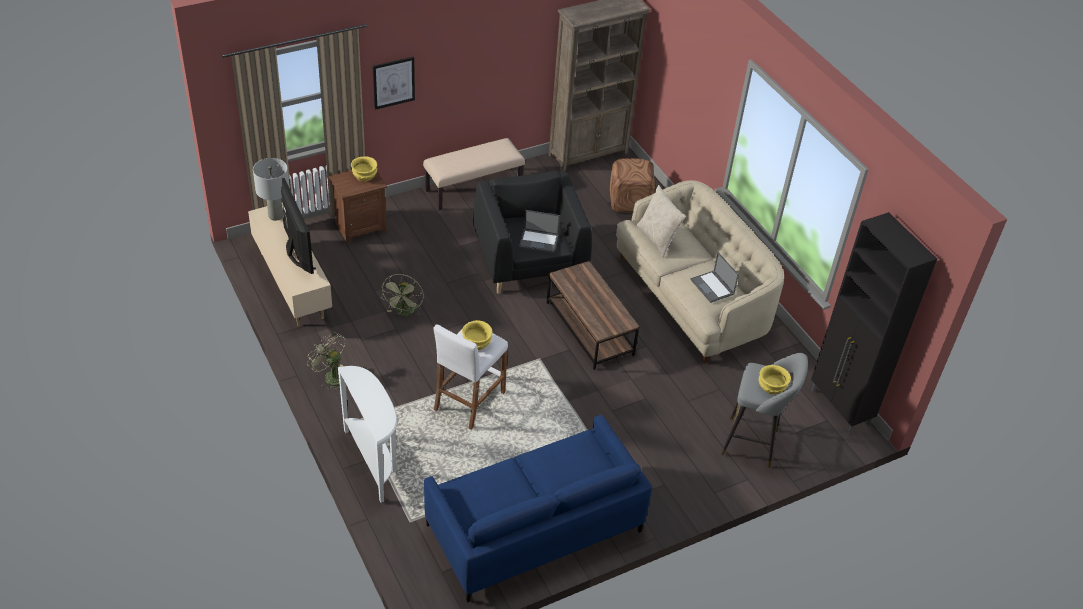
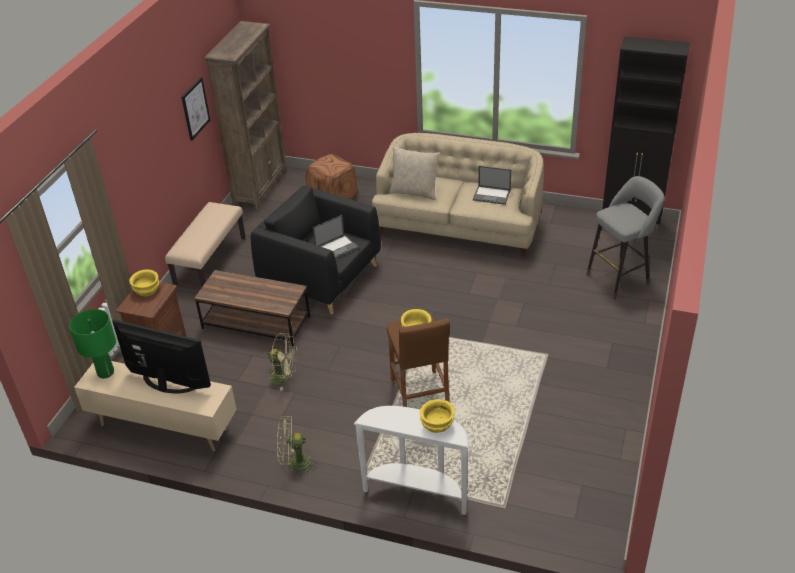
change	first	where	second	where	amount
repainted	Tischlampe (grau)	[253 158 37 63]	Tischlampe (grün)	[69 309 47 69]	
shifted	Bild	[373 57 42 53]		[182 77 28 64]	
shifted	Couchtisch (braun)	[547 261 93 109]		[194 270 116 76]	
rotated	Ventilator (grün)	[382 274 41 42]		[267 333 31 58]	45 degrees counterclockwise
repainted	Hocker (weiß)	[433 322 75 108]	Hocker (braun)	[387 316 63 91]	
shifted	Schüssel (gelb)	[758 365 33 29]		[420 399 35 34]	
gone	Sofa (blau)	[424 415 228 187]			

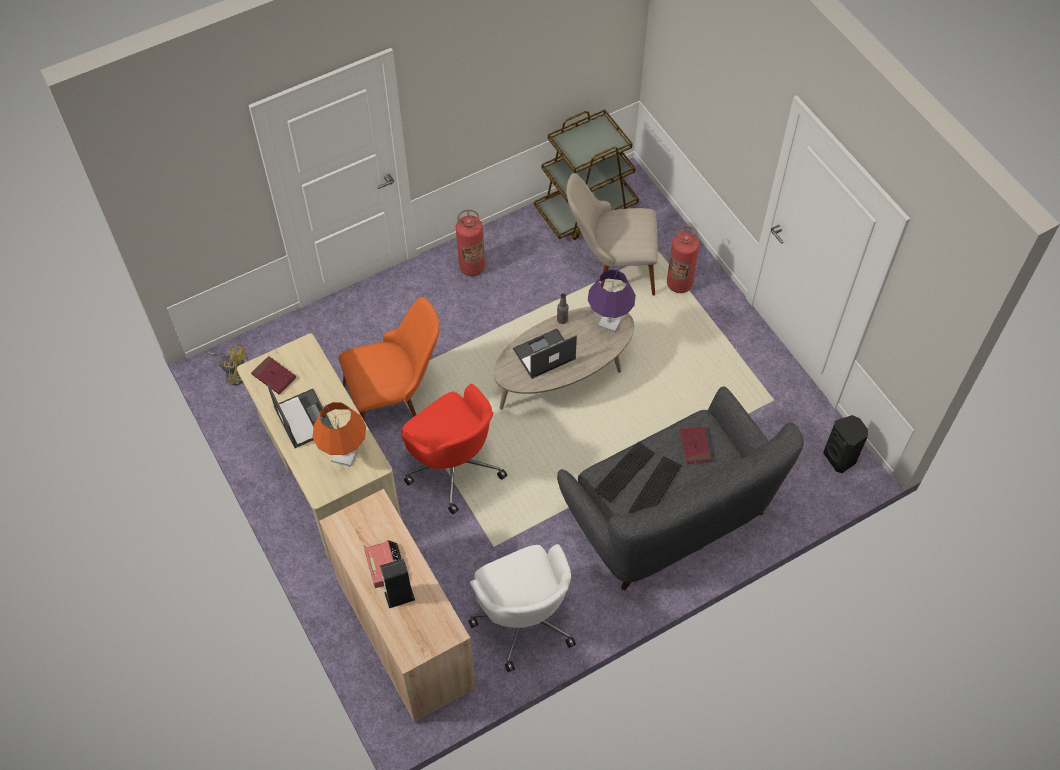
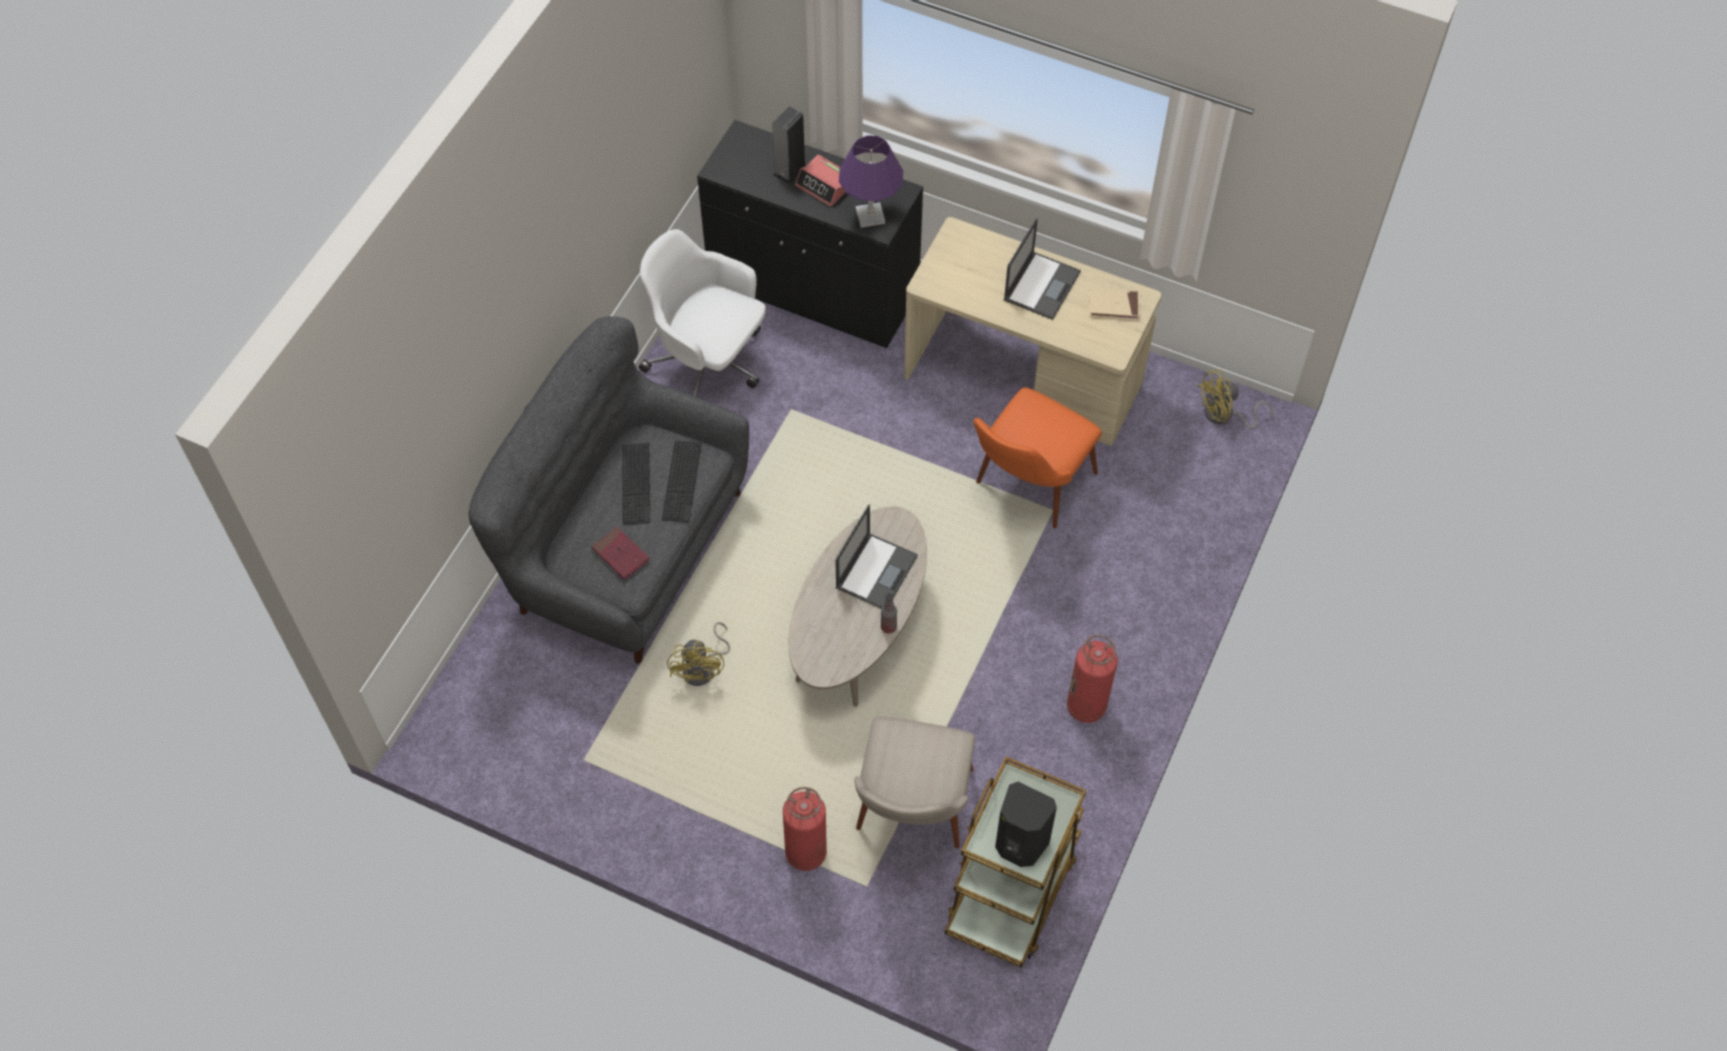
change	first	where	second	where	amount
new			Ventilator (gelb)	[667 622 63 64]	
repainted	Schrank (beige)	[319 489 157 233]	Schrank (schwarz)	[697 120 226 228]	
shifted	Tischlampe (lila)	[588 269 48 64]		[839 135 64 93]	
rotated	Stuhl (beige)	[566 173 92 123]		[855 717 120 132]	135 degrees clockwise
shifted	Lautsprecher (schwarz)	[823 415 45 58]		[995 782 62 85]	
rotated	Laptop	[267 383 67 65]		[1004 218 77 102]	90 degrees counterclockwise
repainted	Buch (rot)	[251 356 45 38]	Buch (beige)	[1089 288 50 31]	
gone	Tischlampe (orange)	[312 402 54 65]			
gone	Bürostuhl (rot)	[401 384 106 130]			

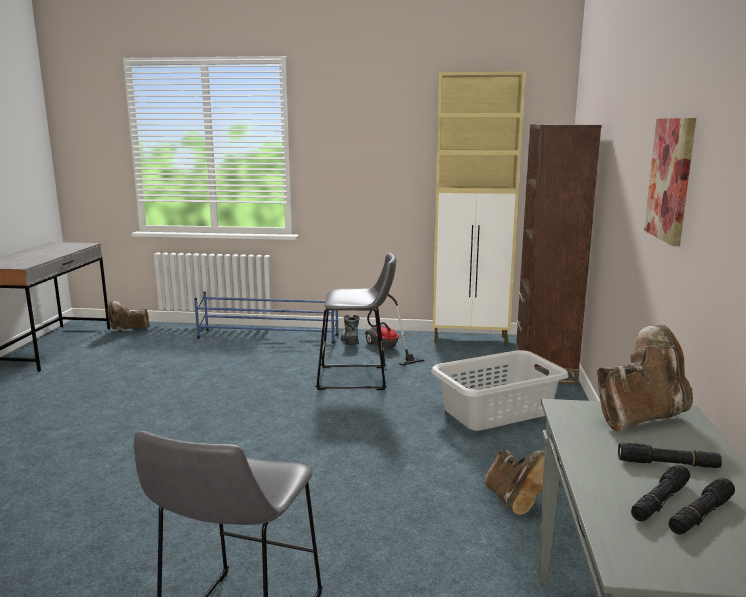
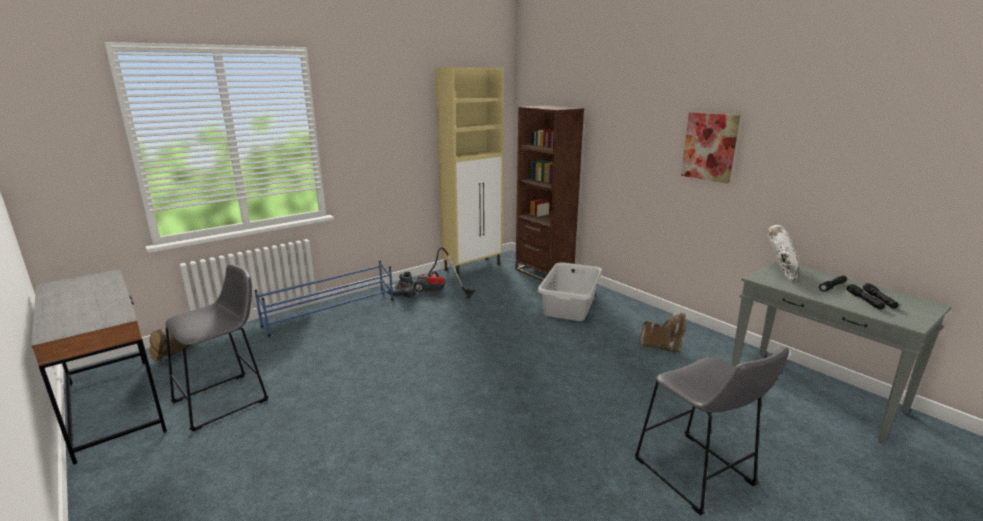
change	first	where	second	where	amount
shifted	Hocker (grau)	[315 253 81 137]		[165 264 103 168]	
repainted	Stiefel (braun)	[597 324 96 108]	Stiefel (weiß)	[768 225 30 56]	

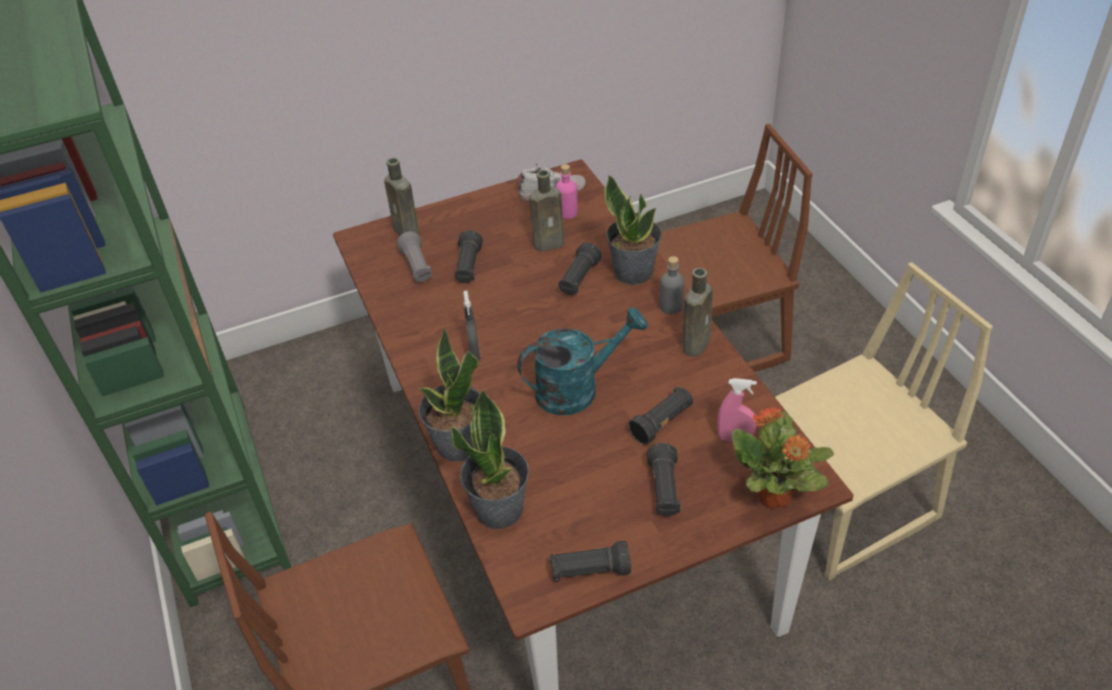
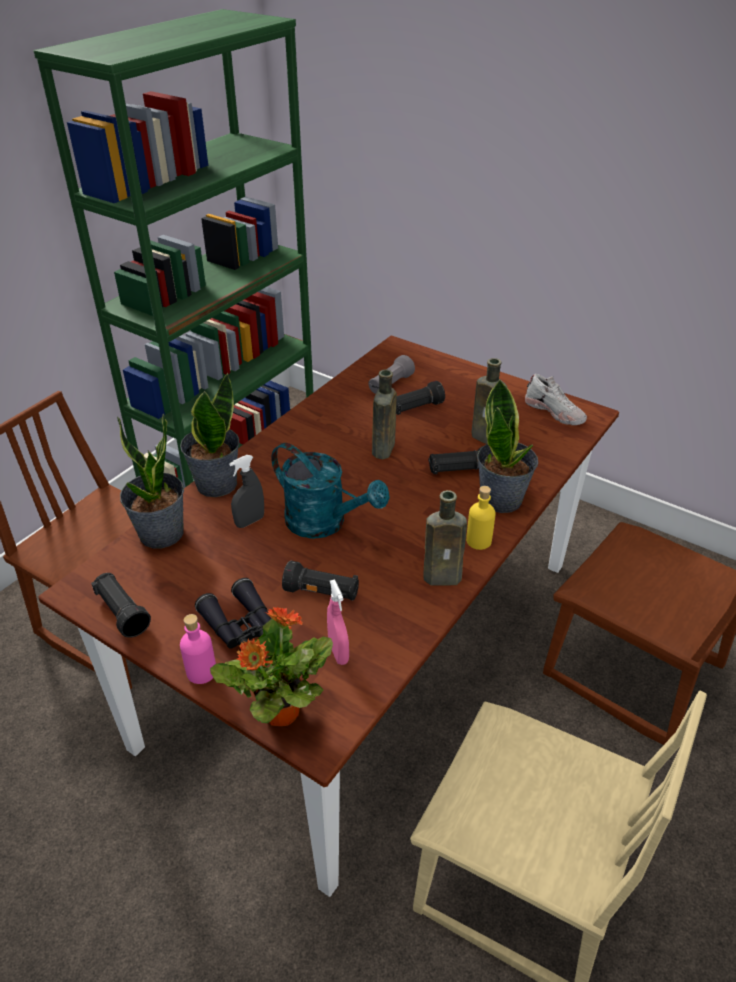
change	first	where	second	where	amount
shifted	Flasche (rosa)	[556 164 22 55]		[180 614 36 70]	
swapped	Taschenlampe (schwarz)	[647 443 34 73]	Fernglas (schwarz)	[195 578 76 70]	
shifted	Sprühflasche (grau)	[463 290 17 71]		[229 455 35 73]	
shifted	Flasche (braun)	[384 158 35 77]		[372 369 25 90]	
repainted	Flasche (grau)	[660 256 24 58]	Flasche (gelb)	[466 486 30 64]	

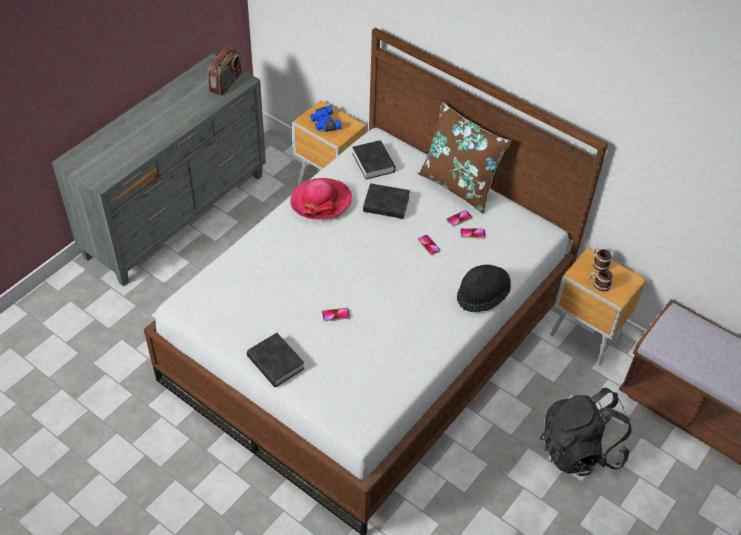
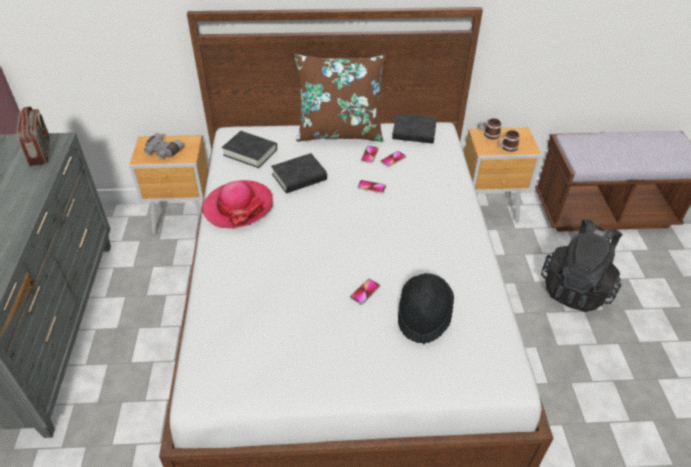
change	first	where	second	where	amount
repainted	Fernglas (blau)	[310 105 32 27]	Fernglas (grau)	[144 133 40 26]	
shifted	Buch (schwarz)	[247 333 58 54]		[392 114 45 30]	
shifted	Hut (schwarz)	[457 265 54 47]		[398 273 56 71]	

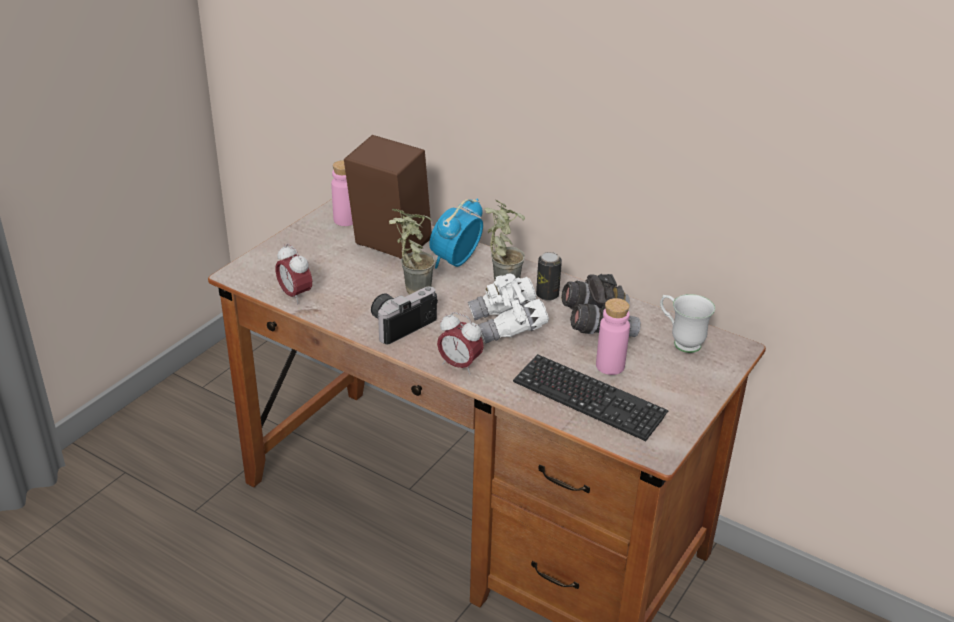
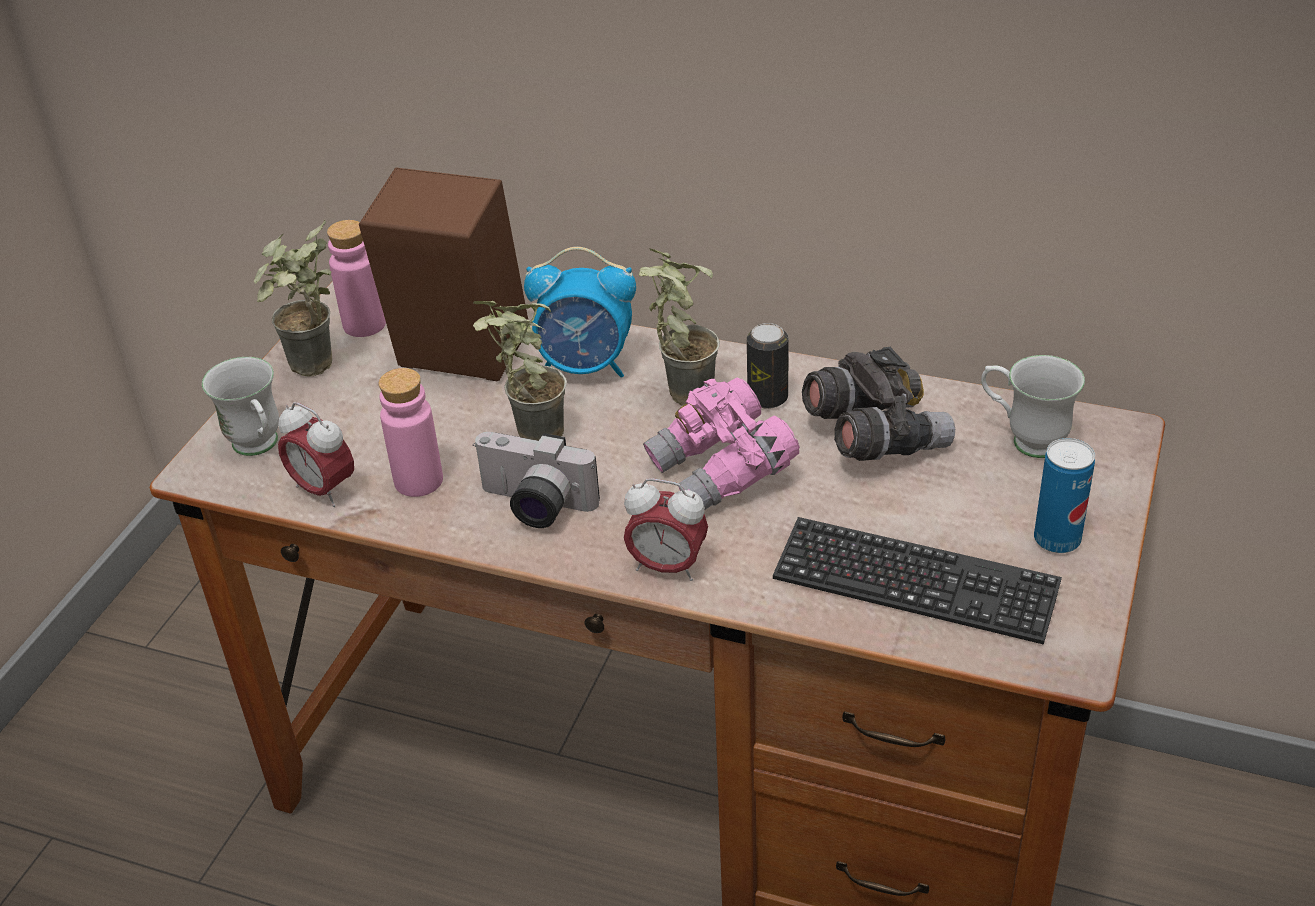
change	first	where	second	where	amount
new			Henkelbecher (weiß)	[202 357 77 99]	
new			Topfpflanze	[254 220 78 157]	
shifted	Flasche (rosa)	[596 298 34 77]		[379 368 64 129]	
rotated	Kamera	[371 286 67 58]		[473 432 127 96]	105 degrees counterclockwise
rotated	Wecker	[429 199 54 70]		[524 247 112 131]	105 degrees counterclockwise
repainted	Fernglas (weiß)	[468 274 81 70]	Fernglas (rosa)	[643 377 157 132]	
new			Dose	[1034 438 61 115]	

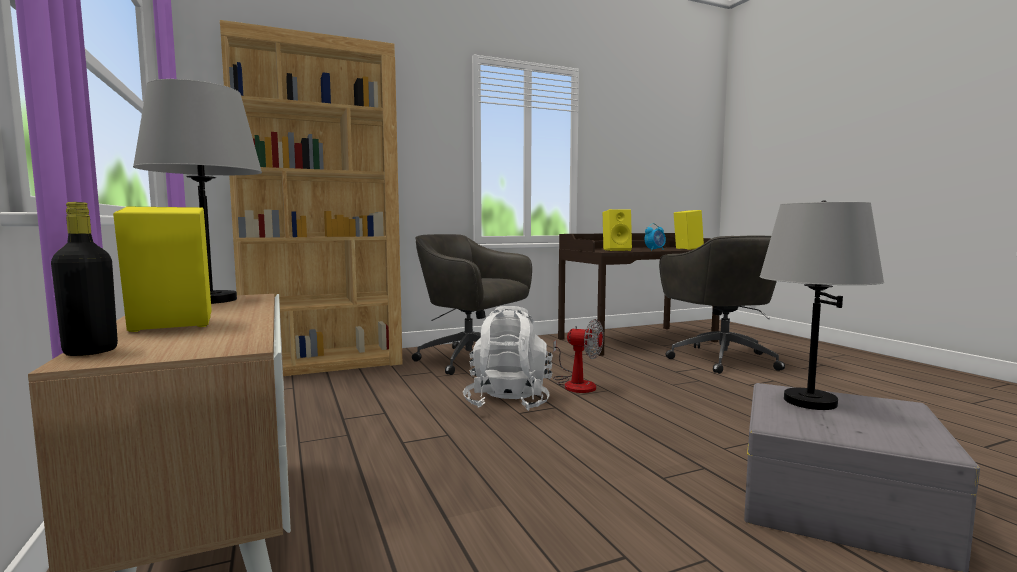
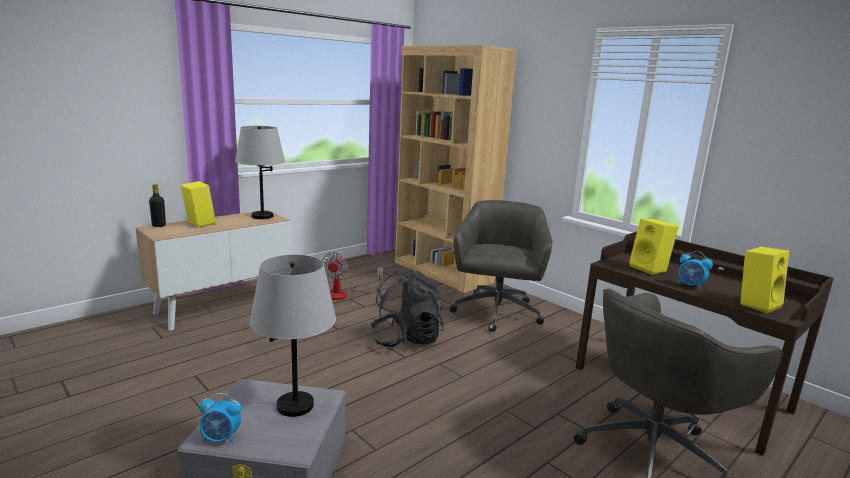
change	first	where	second	where	amount
new			Wecker	[200 393 42 51]	
shifted	Ventilator	[553 319 51 74]		[322 253 61 47]	
repainted	Rucksack (weiß)	[463 306 90 105]	Rucksack (schwarz)	[371 271 73 76]	

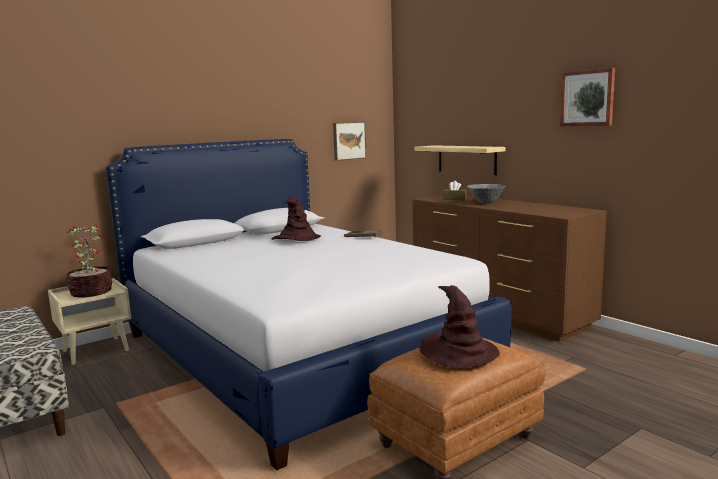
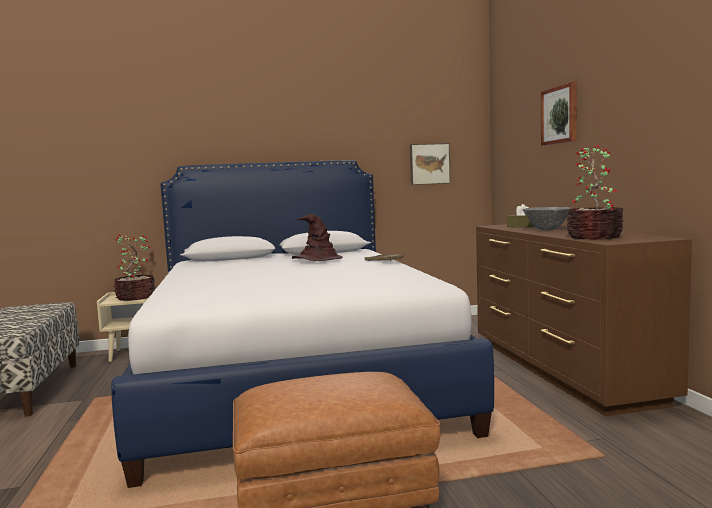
change	first	where	second	where	amount
shifted	Bild	[560 68 55 58]		[541 82 36 64]	
new			Topfpflanze	[566 145 58 94]	
gone	Wandregal	[414 145 92 30]			
gone	Hut (braun)	[420 285 80 82]			

